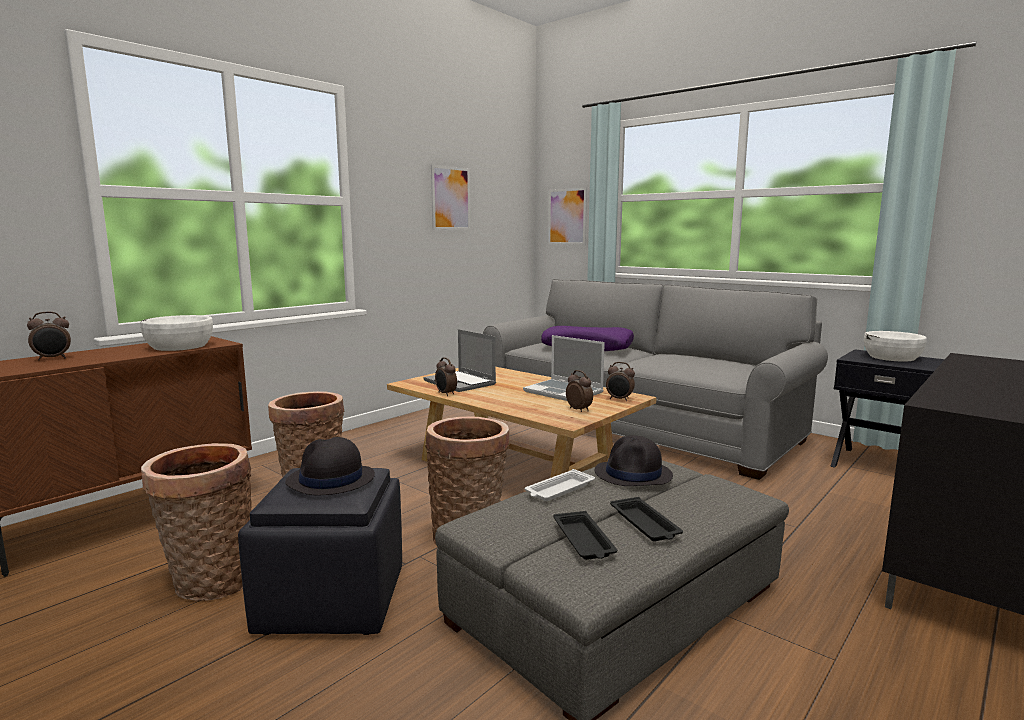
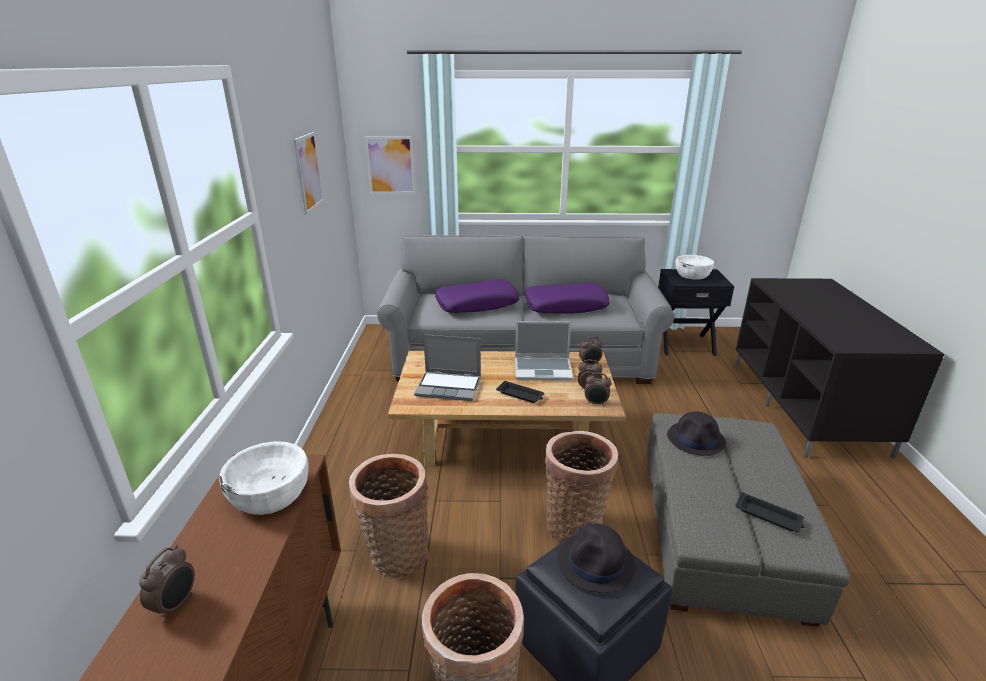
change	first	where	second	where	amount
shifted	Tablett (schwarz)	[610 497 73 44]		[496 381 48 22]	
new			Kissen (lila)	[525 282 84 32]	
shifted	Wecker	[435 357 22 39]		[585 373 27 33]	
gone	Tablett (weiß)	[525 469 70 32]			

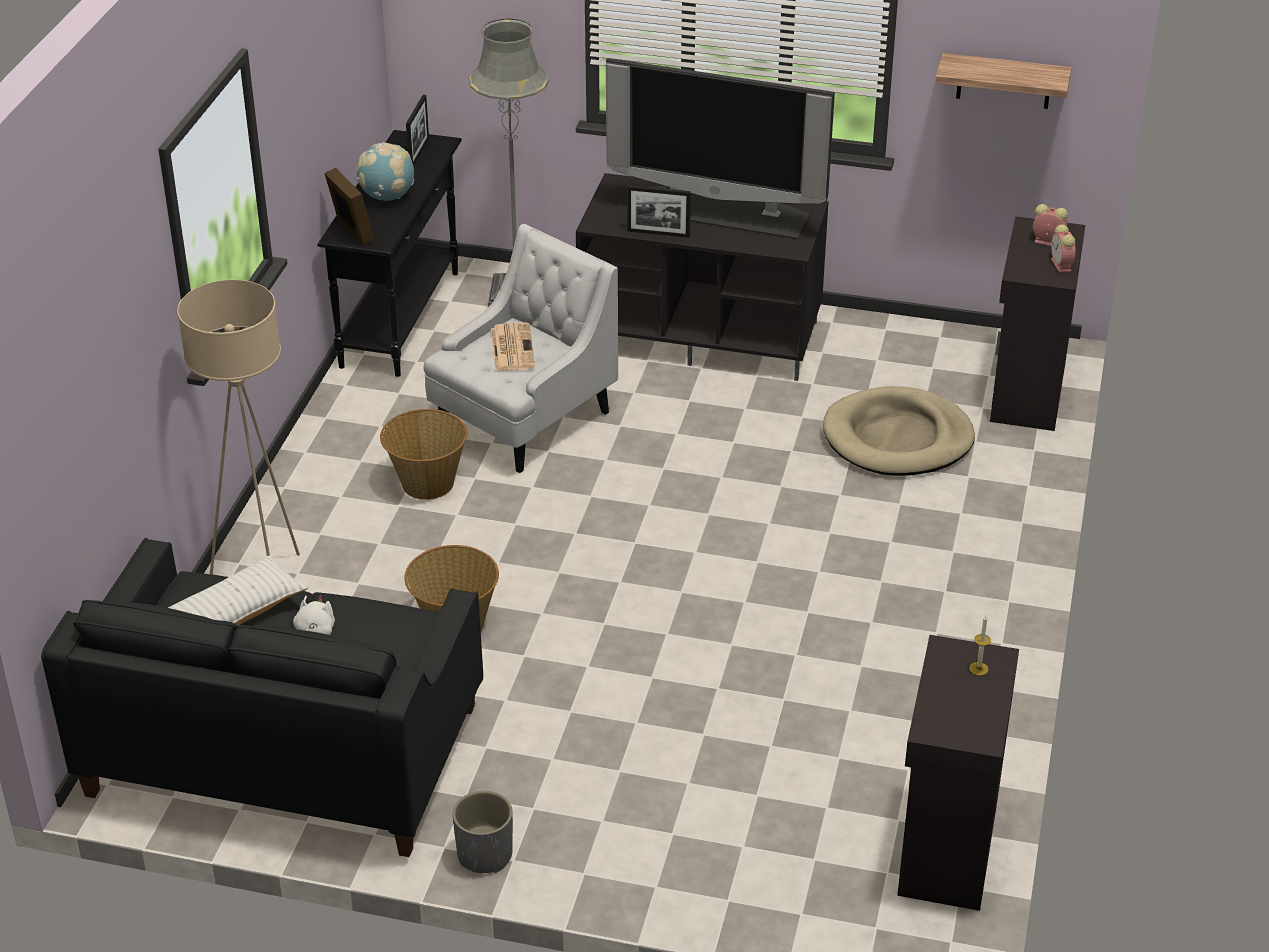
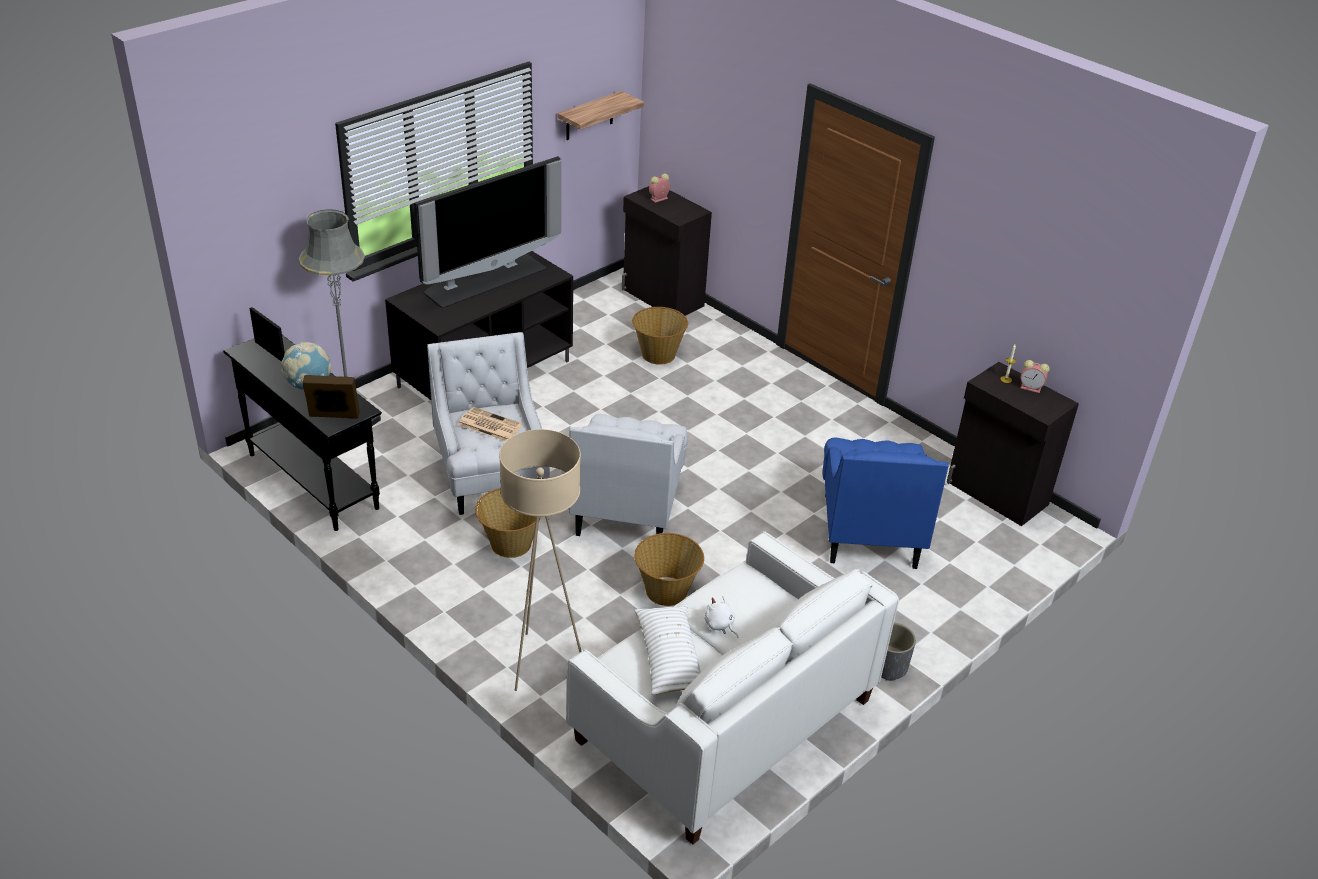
change	first	where	second	where	amount
repainted	Sofa (schwarz)	[41 538 442 319]	Sofa (weiß)	[566 531 333 314]	
new			Sessel (weiß)	[569 414 119 122]	
swapped	Hundebett (beige)	[823 386 152 90]	Korb	[632 307 56 58]	
new			Sessel (blau)	[823 438 126 131]	
shifted	Wecker	[1051 224 25 49]		[1021 360 29 33]	
gone	Bilderrahmen	[627 185 64 53]			

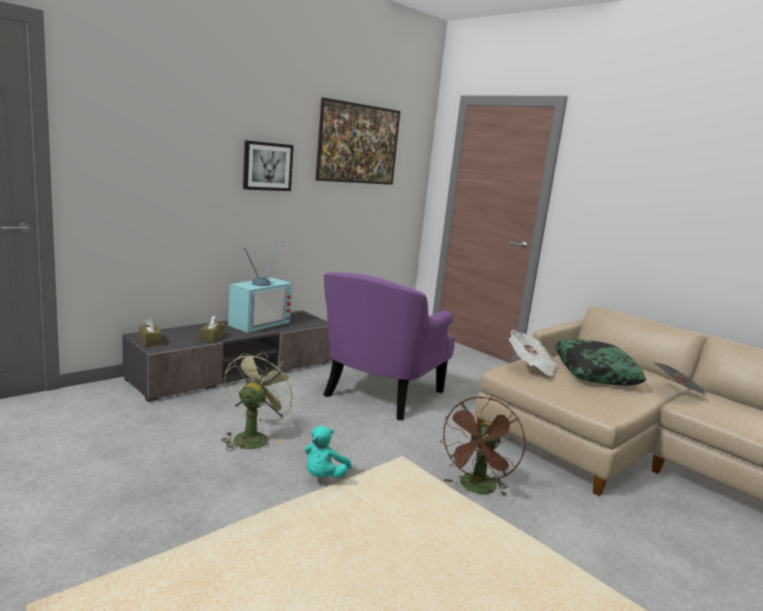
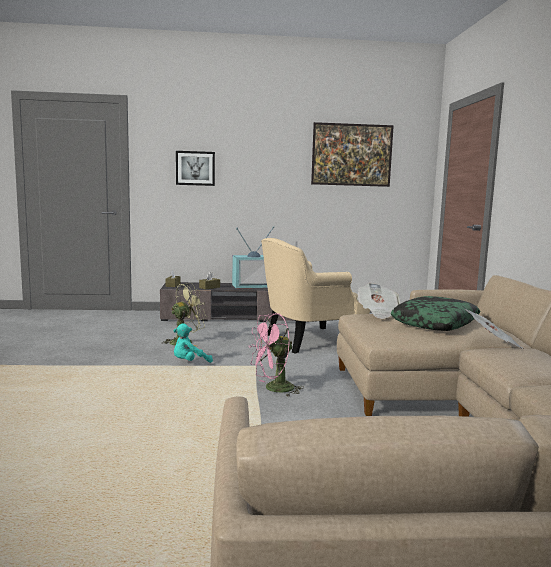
change	first	where	second	where	amount
shifted	Bild	[243 140 51 51]		[176 151 39 35]	
repainted	Ventilator (braun)	[440 397 85 100]	Ventilator (rosa)	[249 313 55 84]	
repainted	Sessel (lila)	[323 272 132 148]	Sessel (beige)	[261 238 109 116]	

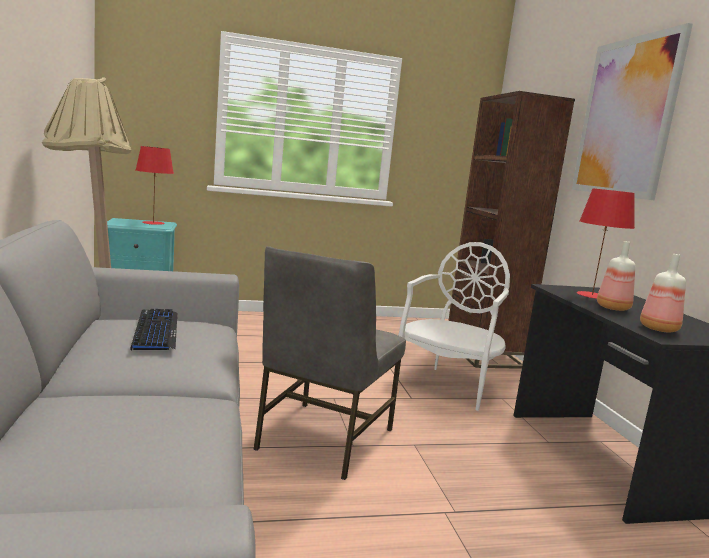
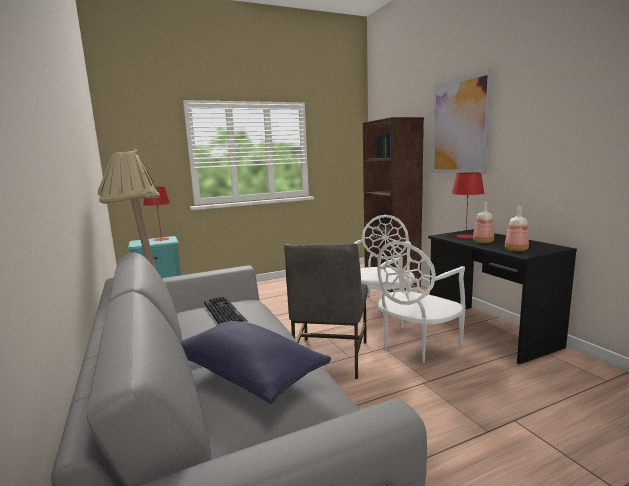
change	first	where	second	where	amount
new			Kissen (blau)	[180 321 151 83]	
new			Stuhl (weiß)	[377 241 89 122]	

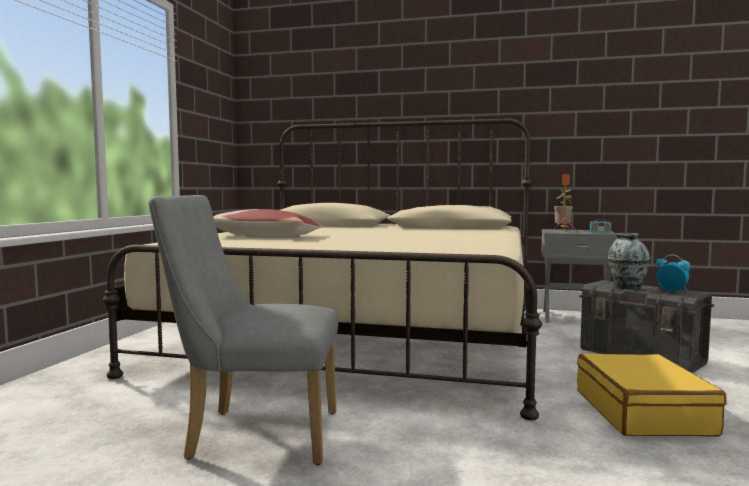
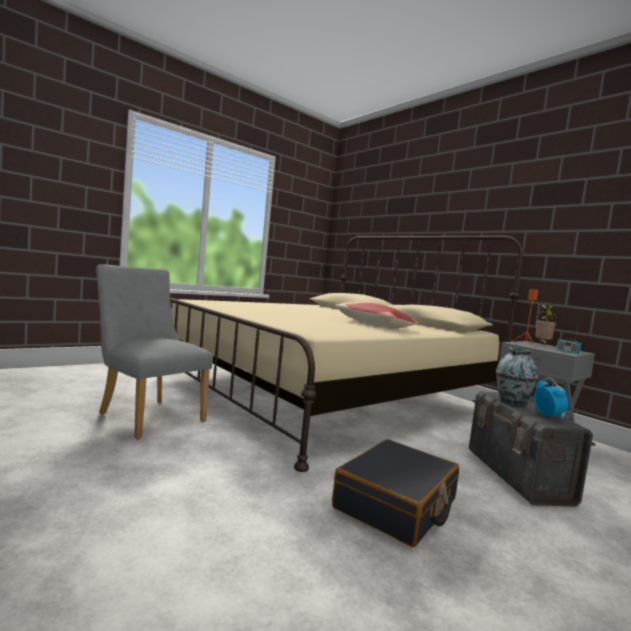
change	first	where	second	where	amount
repainted	Koffer (gelb)	[577 354 150 83]	Koffer (schwarz)	[332 439 127 108]	
shifted	Kissen	[213 209 109 27]		[334 302 85 26]	

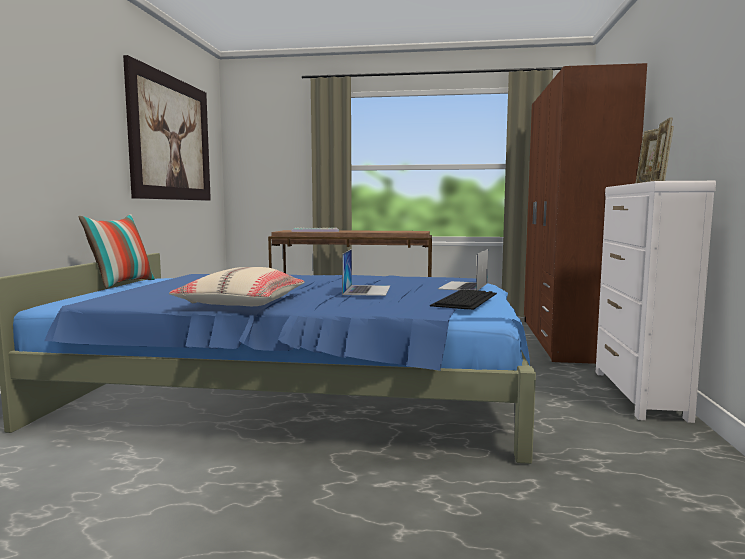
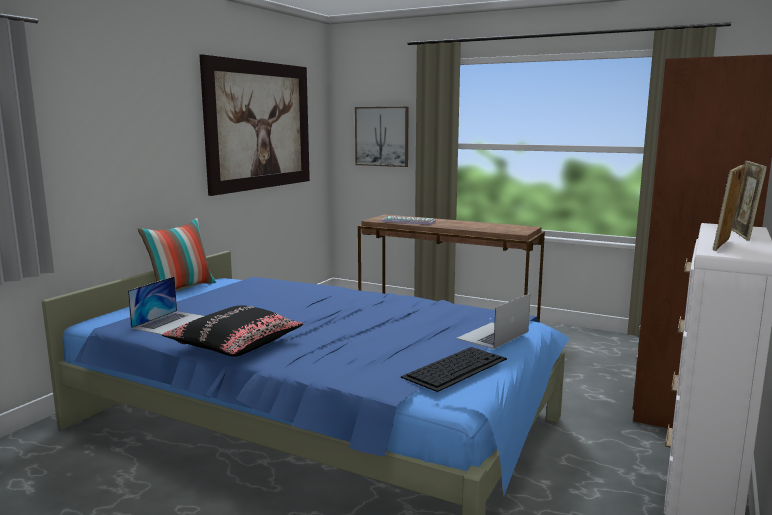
change	first	where	second	where	amount
shifted	Laptop	[342 249 48 47]		[128 277 76 58]	
repainted	Kissen (beige)	[169 267 136 39]	Kissen (schwarz)	[162 305 141 52]	
new			Bild	[355 107 54 60]	

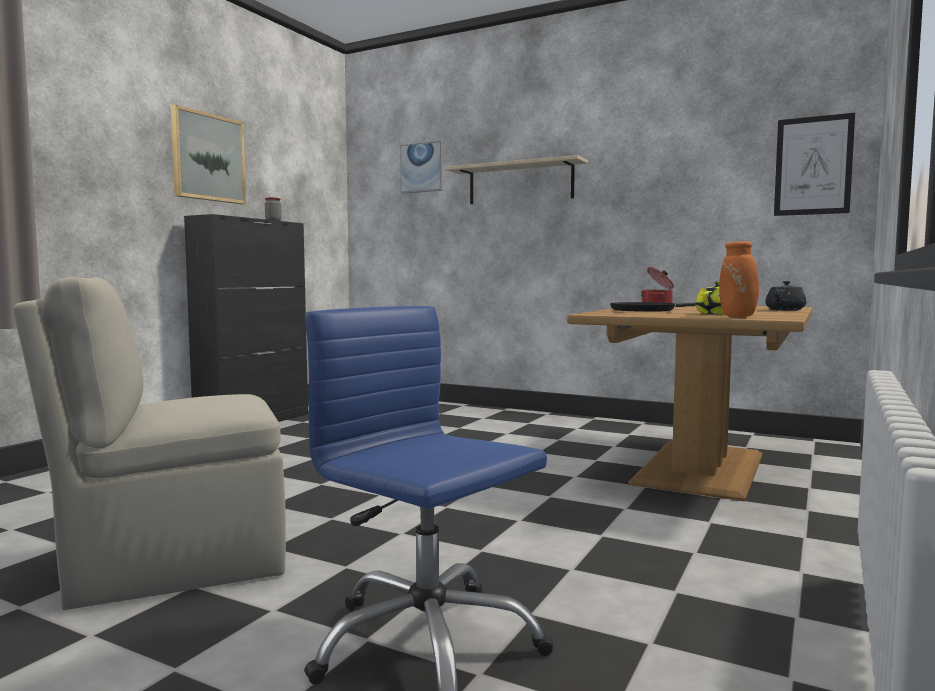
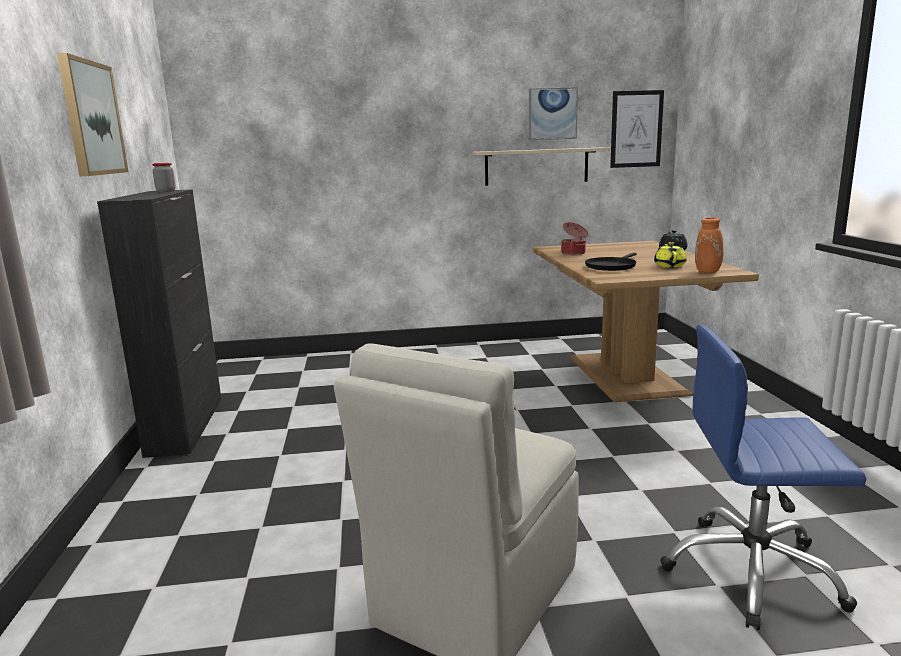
change	first	where	second	where	amount
shifted	Wandregal (beige)	[445 155 143 49]		[473 148 137 38]	
shifted	Bild	[400 141 43 53]		[529 87 49 53]	

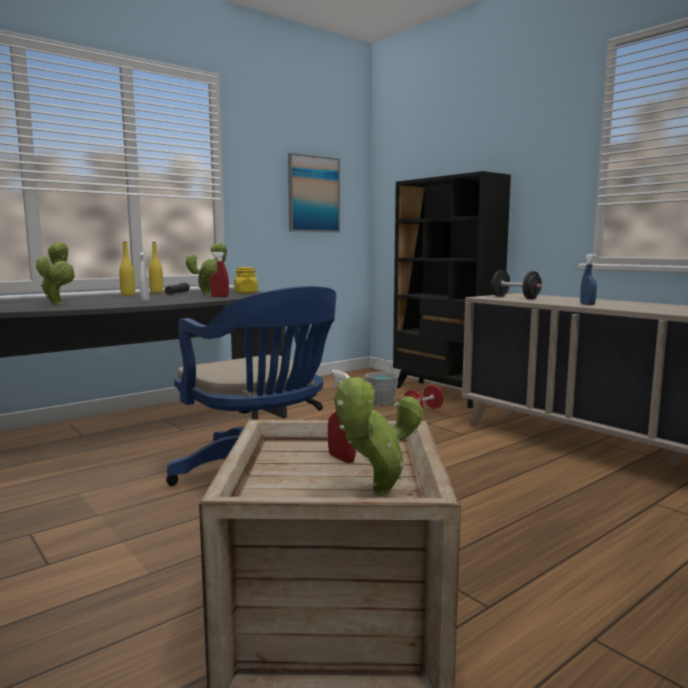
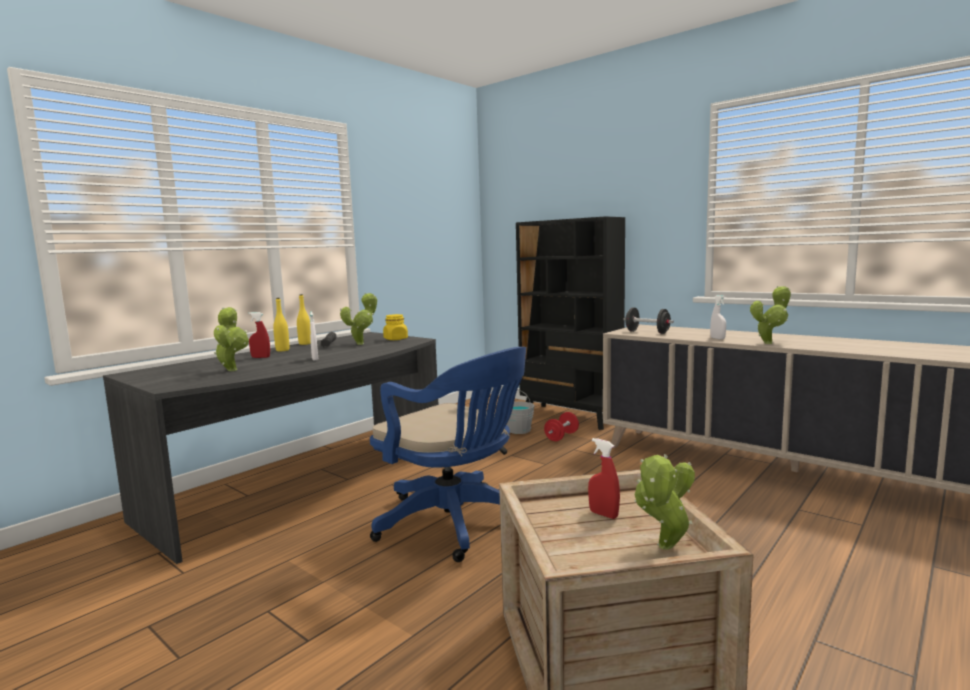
change	first	where	second	where	amount
shifted	Sprühflasche (rot)	[210 252 19 45]		[249 312 21 46]	
repainted	Sprühflasche (blau)	[580 254 17 51]	Sprühflasche (weiß)	[710 295 16 44]	
new			Topfpflanze	[750 285 41 59]	
gone	Bild	[288 153 52 79]			

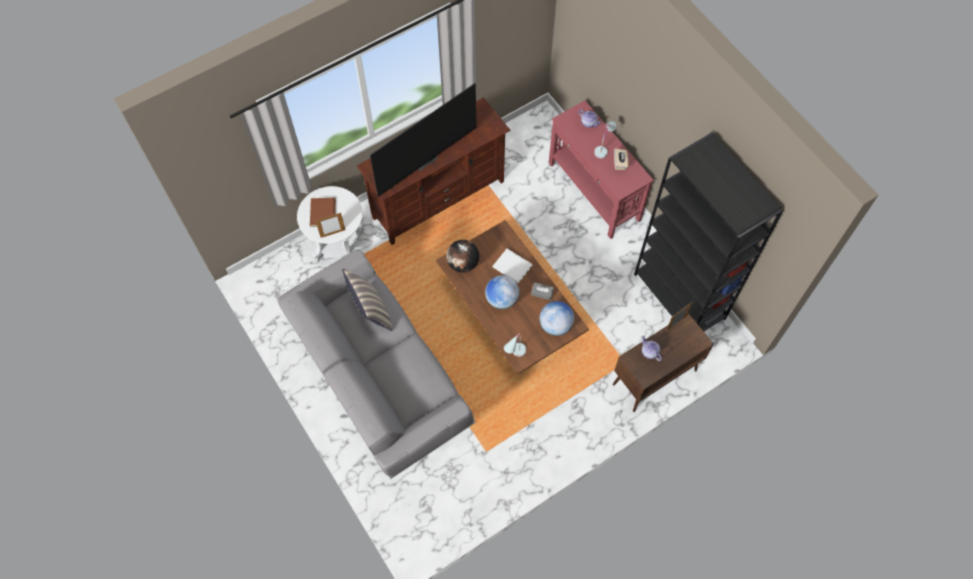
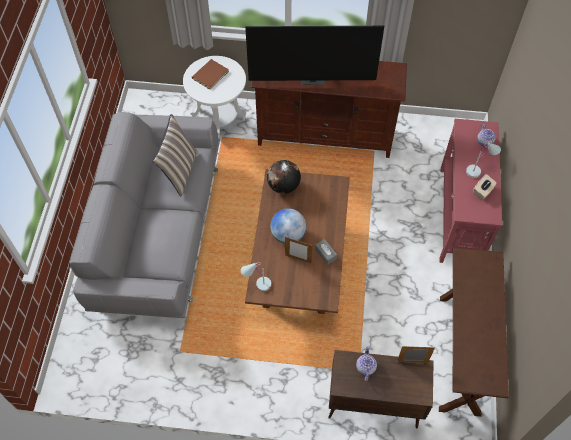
change	first	where	second	where	amount
shifted	Bilderrahmen	[315 213 30 25]		[285 237 28 26]	
swapped	Bücherregal (schwarz)	[634 133 149 198]	Konsolentisch (braun)	[439 247 70 170]	
gone	Buch (weiß)	[493 249 39 34]			
gone	Globus	[539 301 35 35]			

